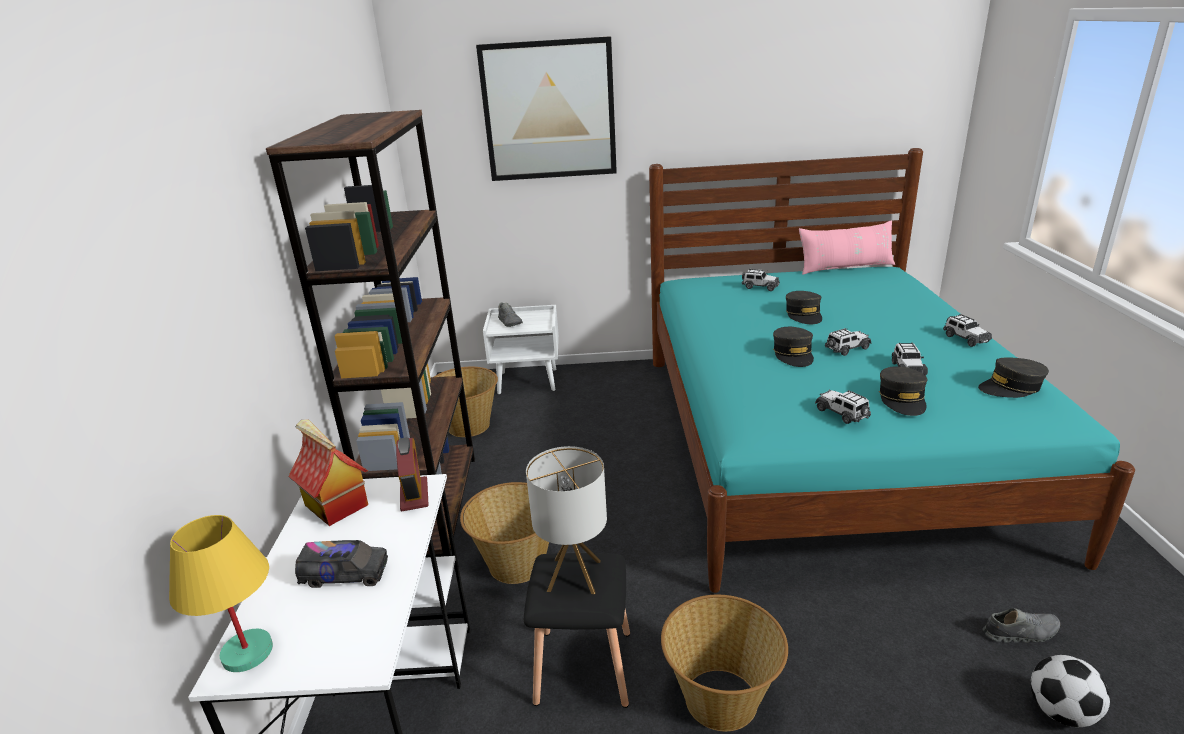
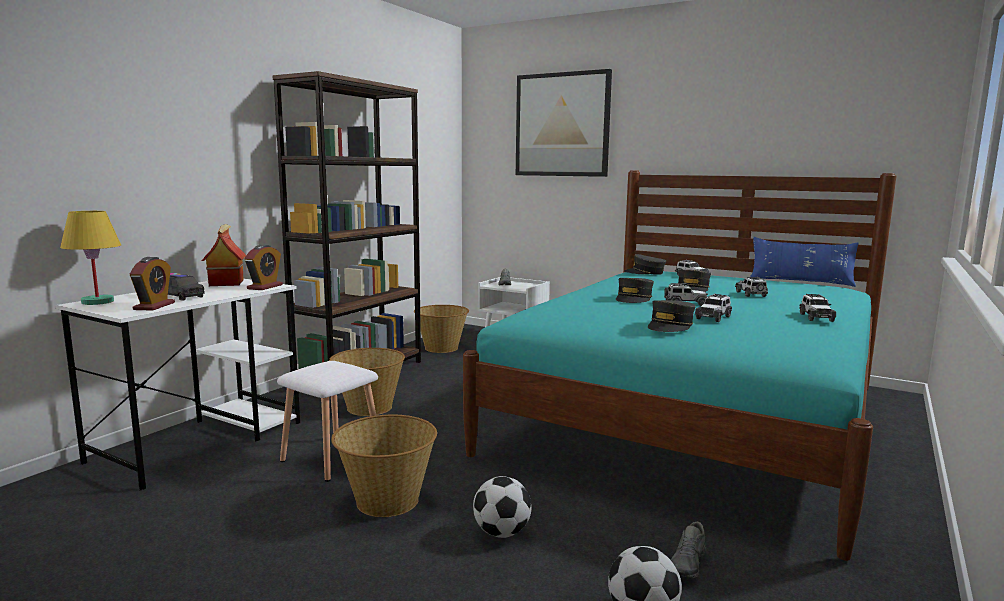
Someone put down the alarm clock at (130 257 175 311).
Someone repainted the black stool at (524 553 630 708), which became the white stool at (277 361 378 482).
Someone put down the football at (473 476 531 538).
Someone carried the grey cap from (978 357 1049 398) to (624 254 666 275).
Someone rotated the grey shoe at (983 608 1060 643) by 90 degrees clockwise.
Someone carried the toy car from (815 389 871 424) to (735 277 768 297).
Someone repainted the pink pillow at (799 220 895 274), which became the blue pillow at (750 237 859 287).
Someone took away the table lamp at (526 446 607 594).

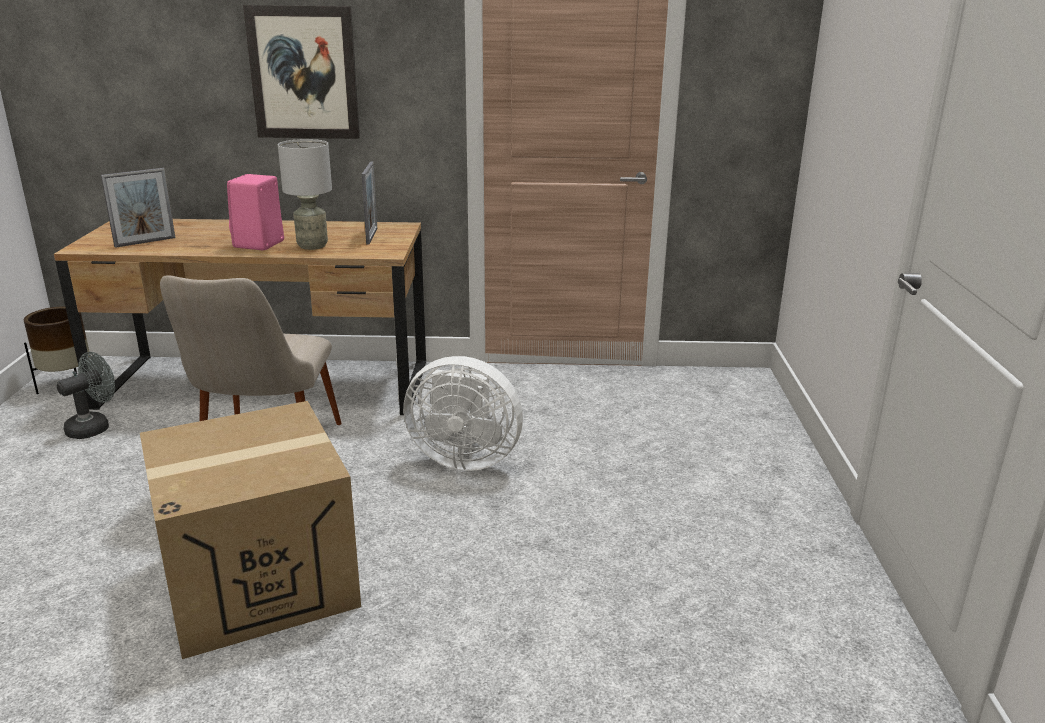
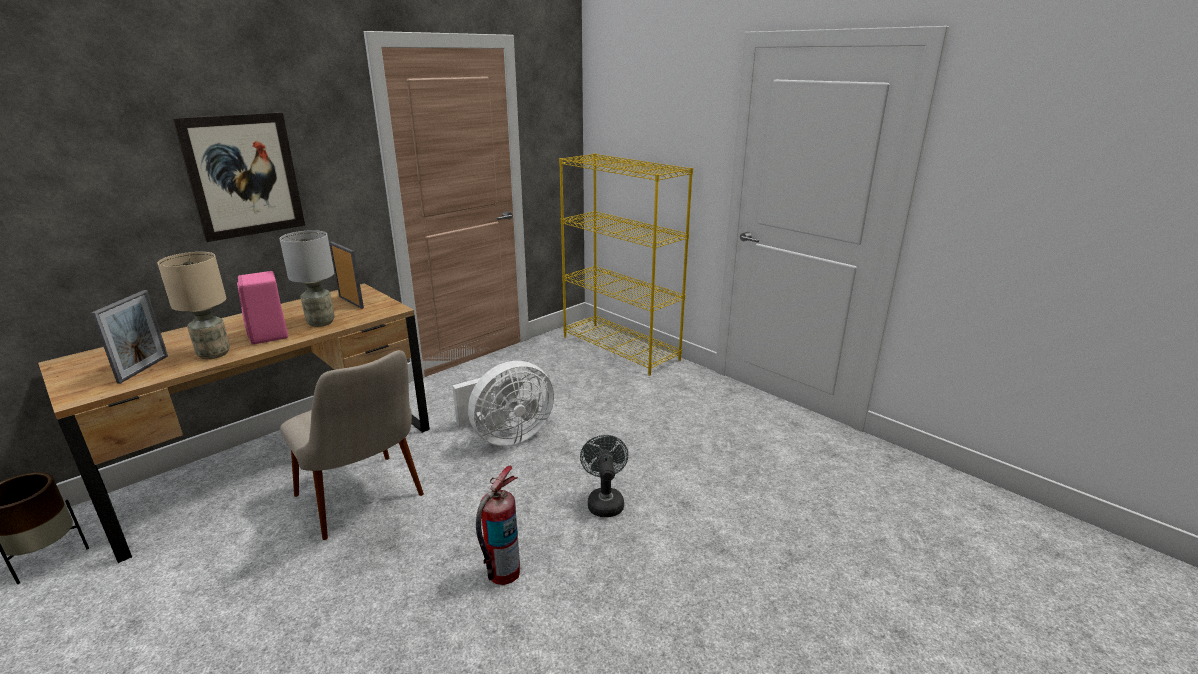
Someone put down the beige table lamp at (158 252 230 359).
Someone swapped the cardboard box at (140 401 361 659) for the fire extinguisher at (476 466 520 585).
Someone put down the yellow bookcase at (559 153 693 376).
Someone carried the grey fan from (57 352 115 439) to (580 435 628 517).

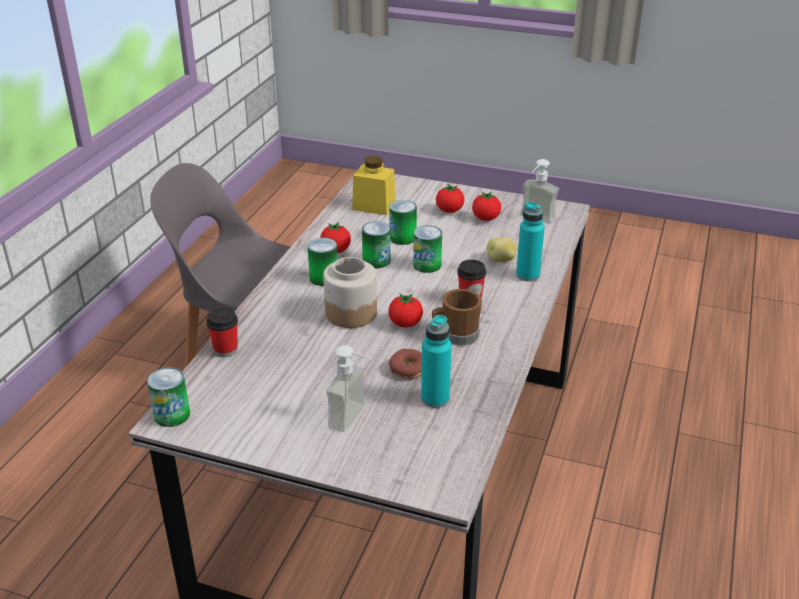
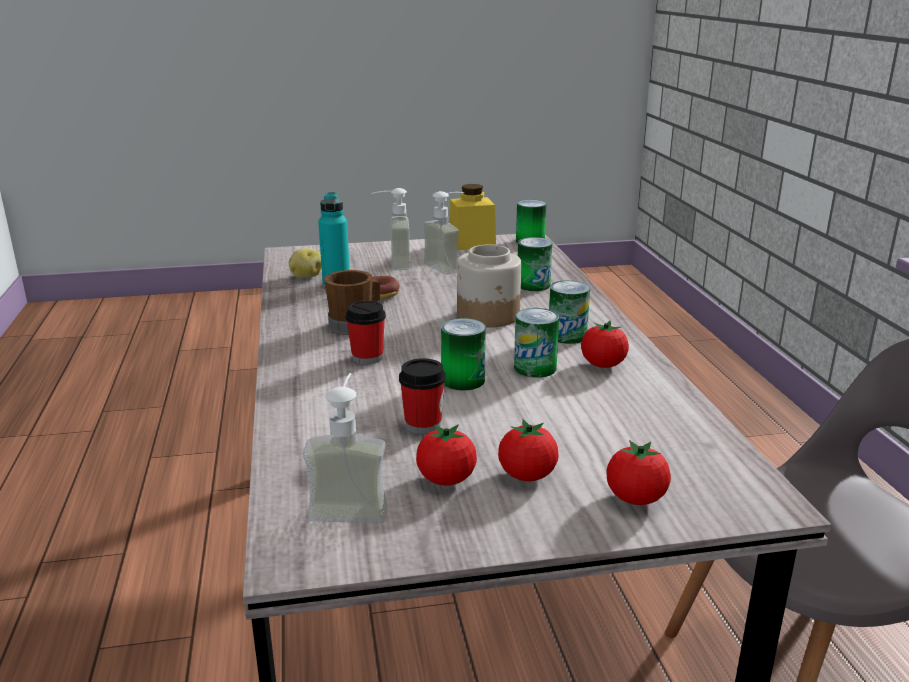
Someone carried the potato from (487 237 517 262) to (288 248 321 278).
Someone carried the cup from (206 307 238 357) to (399 358 446 434).
Someone put down the soap dispenser at (423 191 464 275).
Someone carried the yellow jar from (352 156 396 215) to (449 184 496 250).
Someone carried the can from (389 200 417 245) to (518 237 553 291).
Someone carried the tomato from (389 293 423 328) to (607 440 671 505).
Someone took away the turquoise bottle at (516 202 545 282).

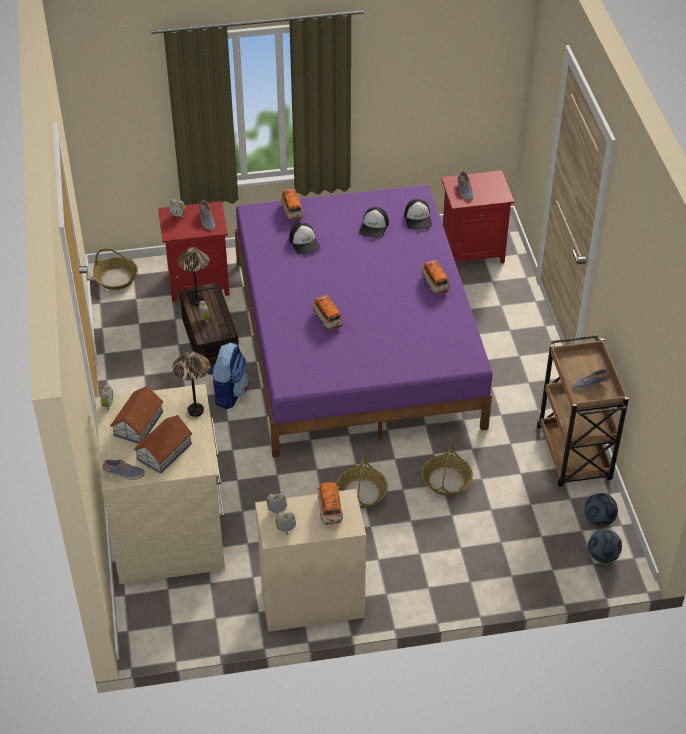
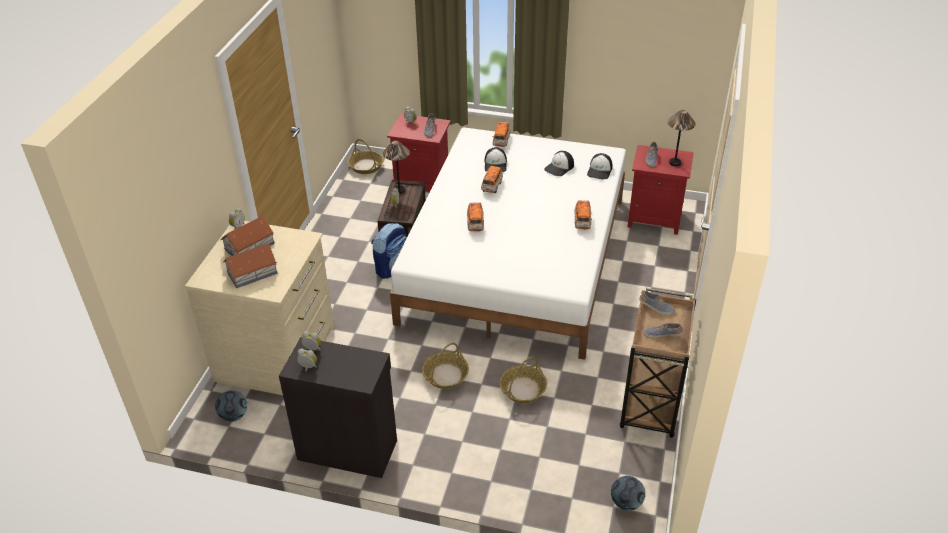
Someone carried the football from (584 493 618 526) to (215 391 247 422).
Someone repainted the beige cabinet at (255 489 366 632), which became the black cabinet at (279 337 397 478).
Someone repainted the purple bed at (235 185 492 458), which became the white bed at (390 127 626 360).
Someone carried the toy car from (317 482 343 525) to (481 166 503 193).
Someone carried the shoe from (102 459 145 480) to (639 291 675 315).
Someone carried the table lamp from (172 351 210 417) to (667 110 696 166).

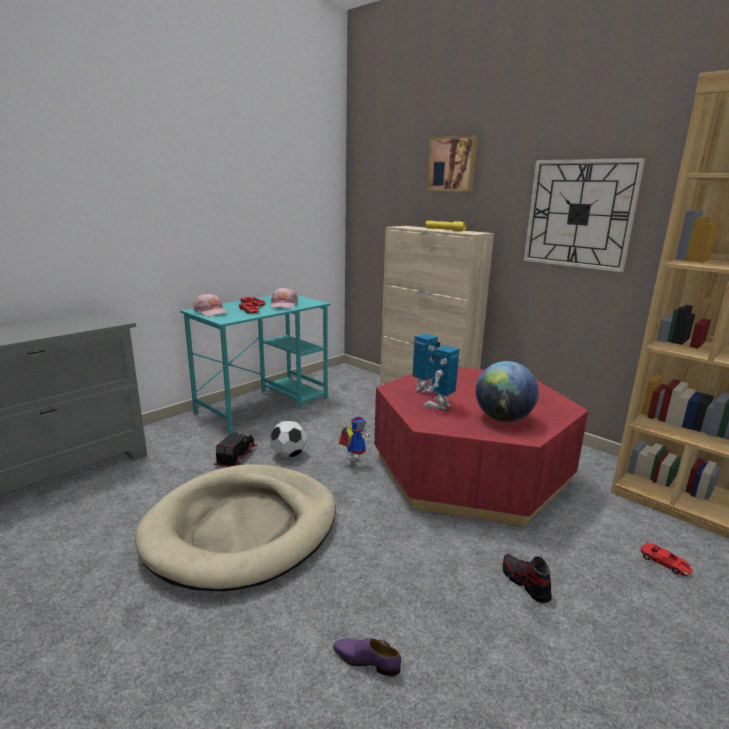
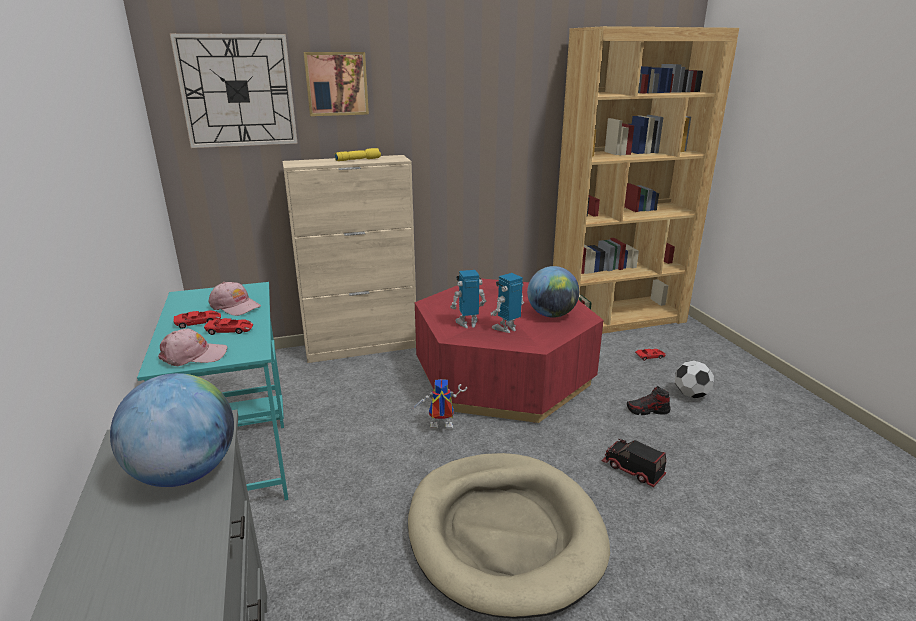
Someone put down the globe at (110 373 234 487).
Someone carried the wall clock from (524 158 645 272) to (170 33 298 148).
Someone rotated the toy robot at (424 345 460 409) by 75 degrees clockwise.
Someone carried the toy truck from (214 432 257 467) to (601 439 667 487).
Someone carried the football from (270 421 307 457) to (675 361 714 398).
Someone took away the purple shoe at (333 638 401 676).

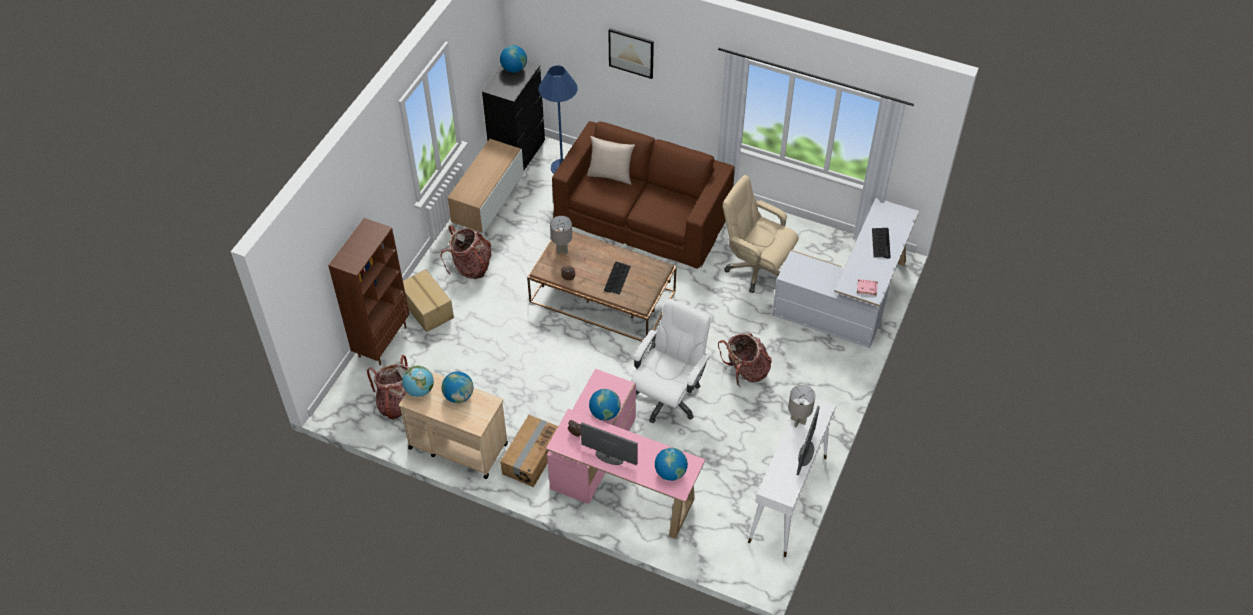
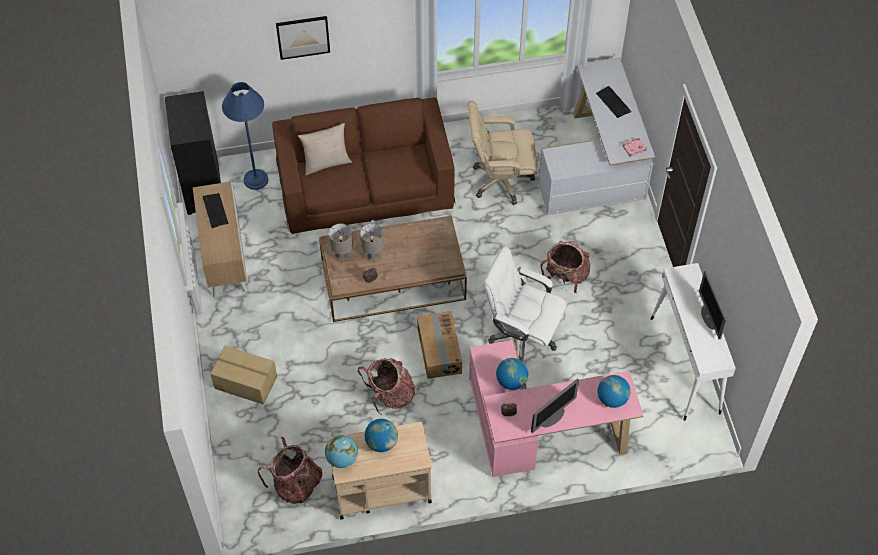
Someone carried the keyboard from (604 262 631 295) to (203 193 228 228).
Someone carried the backpack from (440 225 492 279) to (358 358 415 415).
Someone carried the grey table lamp from (788 385 816 427) to (360 224 384 263).
Someone carried the cardboard box from (500 415 558 487) to (417 311 462 379).
Someone rotated the white office chair at (631 299 710 423) by 60 degrees counterclockwise.
Someone rotated the monitor at (581 422 638 465) by 150 degrees clockwise.
Someone took away the brown bookcase at (328 218 409 365).
Someone took away the globe at (500 45 527 73).

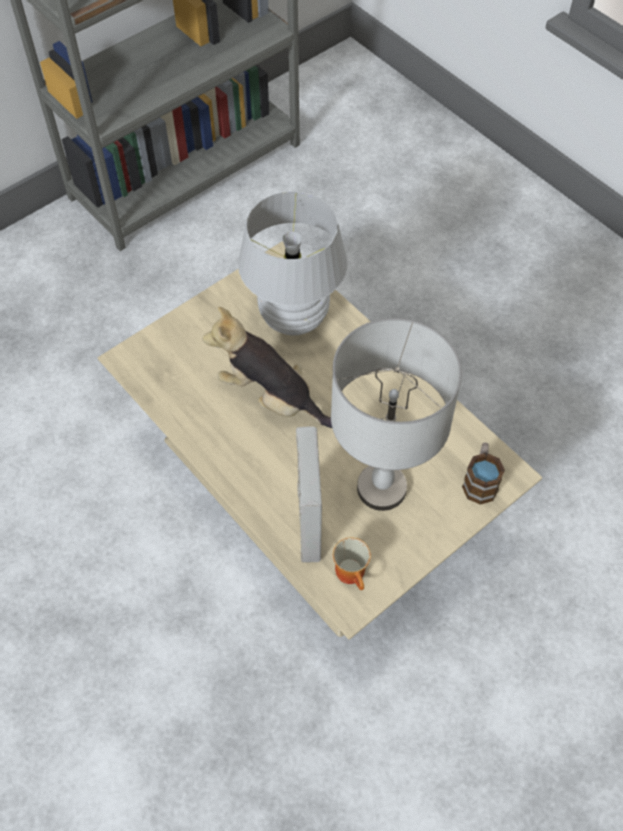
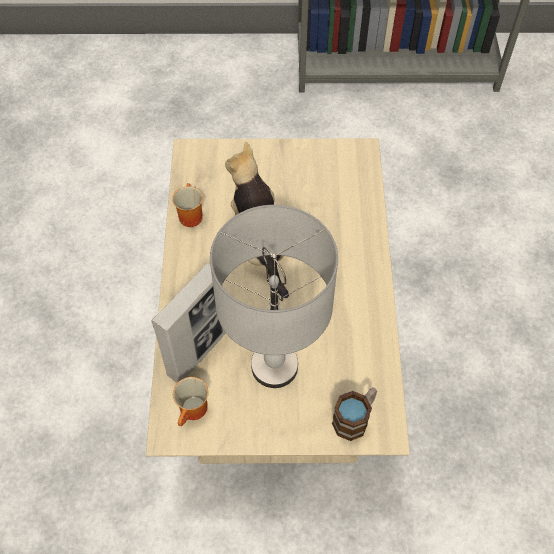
Someone put down the mug at (172 183 203 227).
Someone took away the white table lamp at (238 191 348 336).

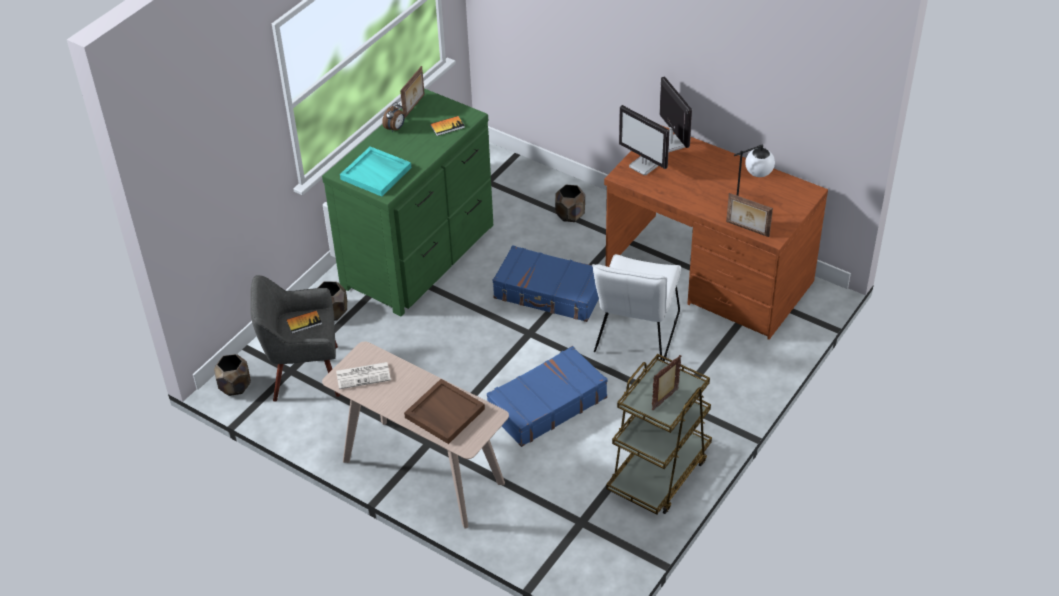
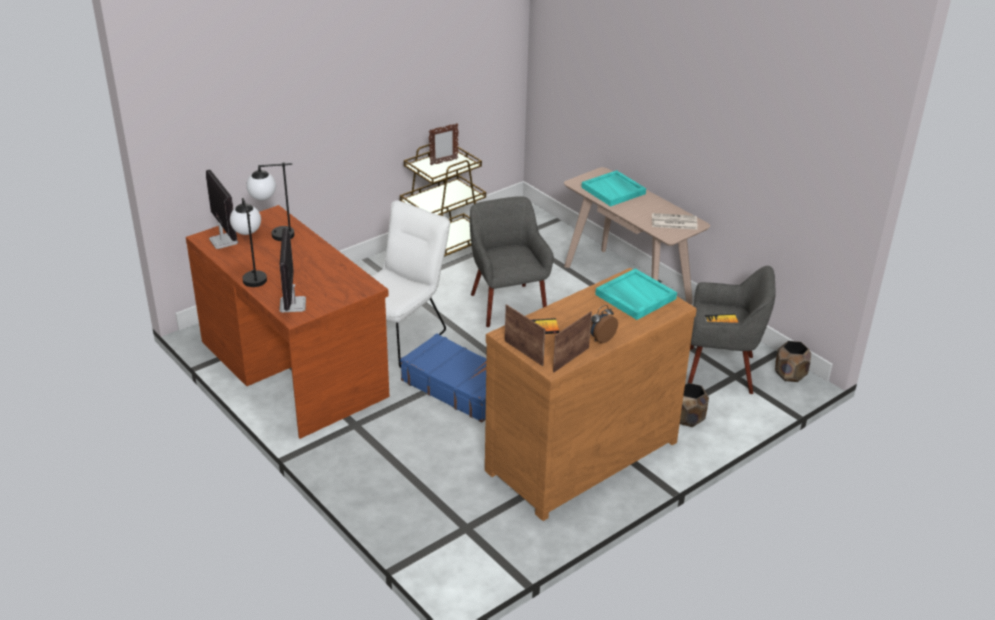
Someone carried the monitor from (619 105 670 175) to (206 169 238 249).
Someone put down the table lamp at (230 198 267 287).
Someone swapped the blue suitcase at (487 346 608 447) for the grey armchair at (470 196 554 327).
Someone repainted the green dresser at (322 89 493 316), which became the brown dresser at (485 268 697 521).
Someone carried the picture frame from (726 193 773 237) to (505 304 545 366).
Someone repainted the brown tray at (404 379 485 444), which became the turquoise tray at (581 170 646 207).
Someone took away the brown planter at (555 184 585 222).

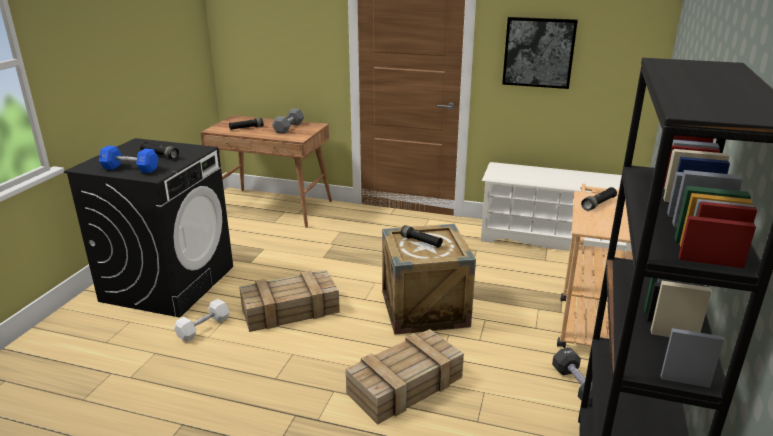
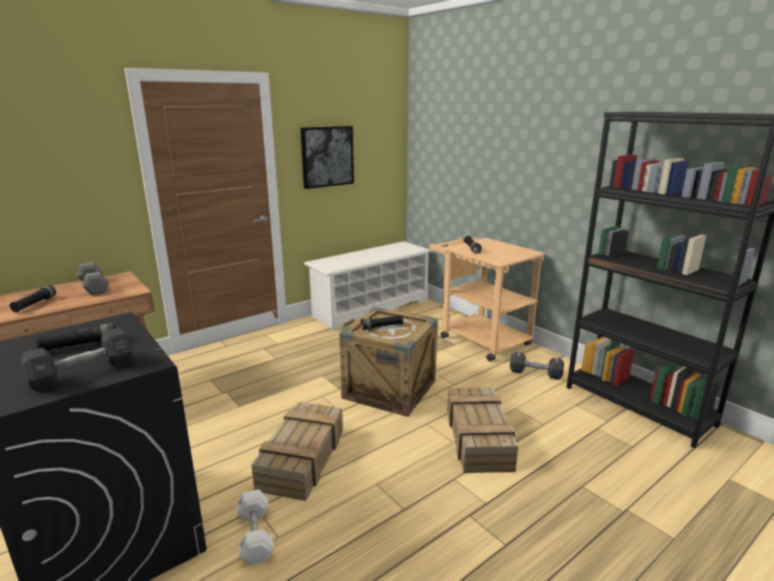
Someone repainted the blue dumbbell at (99 146 158 173), which became the black dumbbell at (21 328 133 392).

